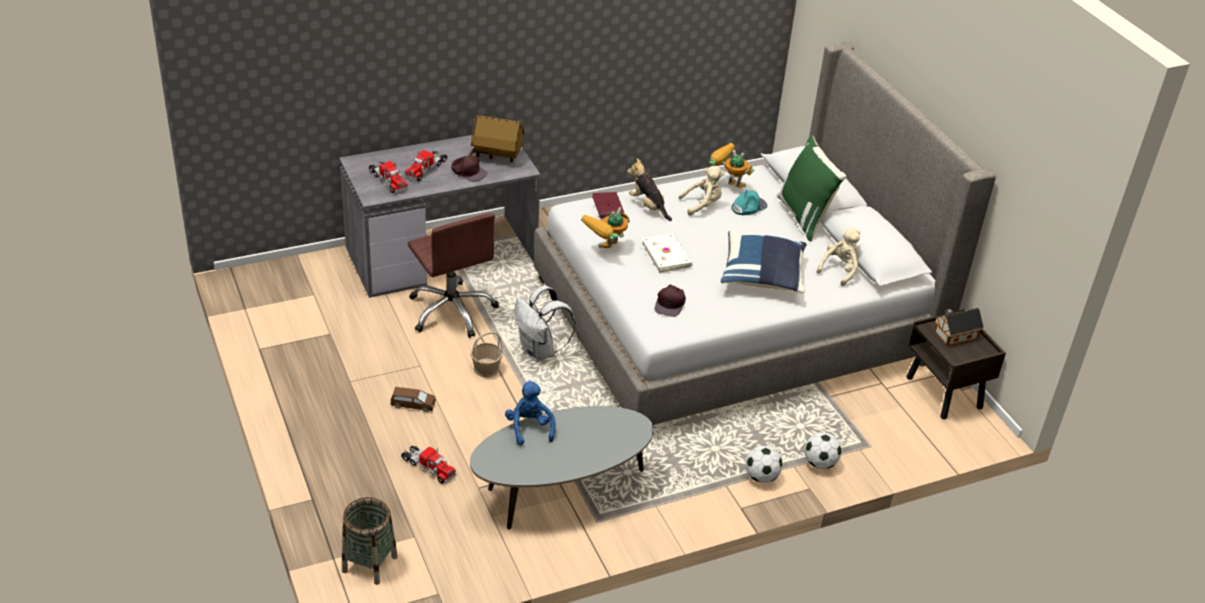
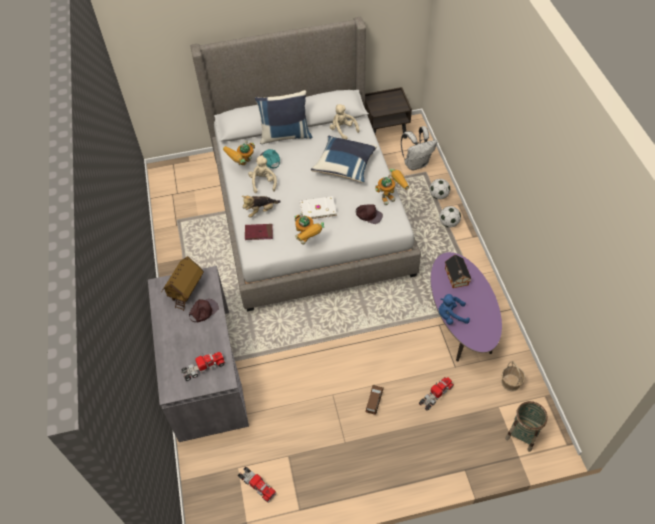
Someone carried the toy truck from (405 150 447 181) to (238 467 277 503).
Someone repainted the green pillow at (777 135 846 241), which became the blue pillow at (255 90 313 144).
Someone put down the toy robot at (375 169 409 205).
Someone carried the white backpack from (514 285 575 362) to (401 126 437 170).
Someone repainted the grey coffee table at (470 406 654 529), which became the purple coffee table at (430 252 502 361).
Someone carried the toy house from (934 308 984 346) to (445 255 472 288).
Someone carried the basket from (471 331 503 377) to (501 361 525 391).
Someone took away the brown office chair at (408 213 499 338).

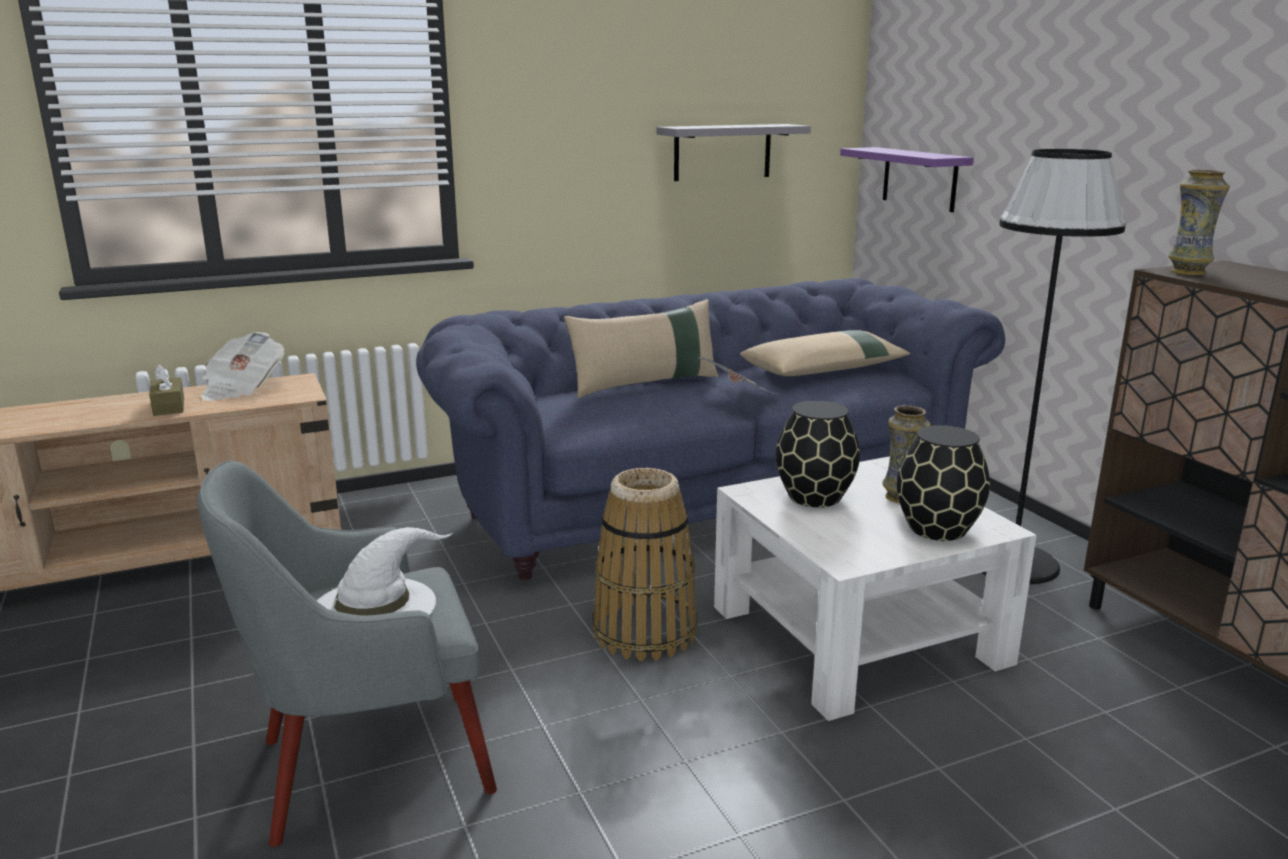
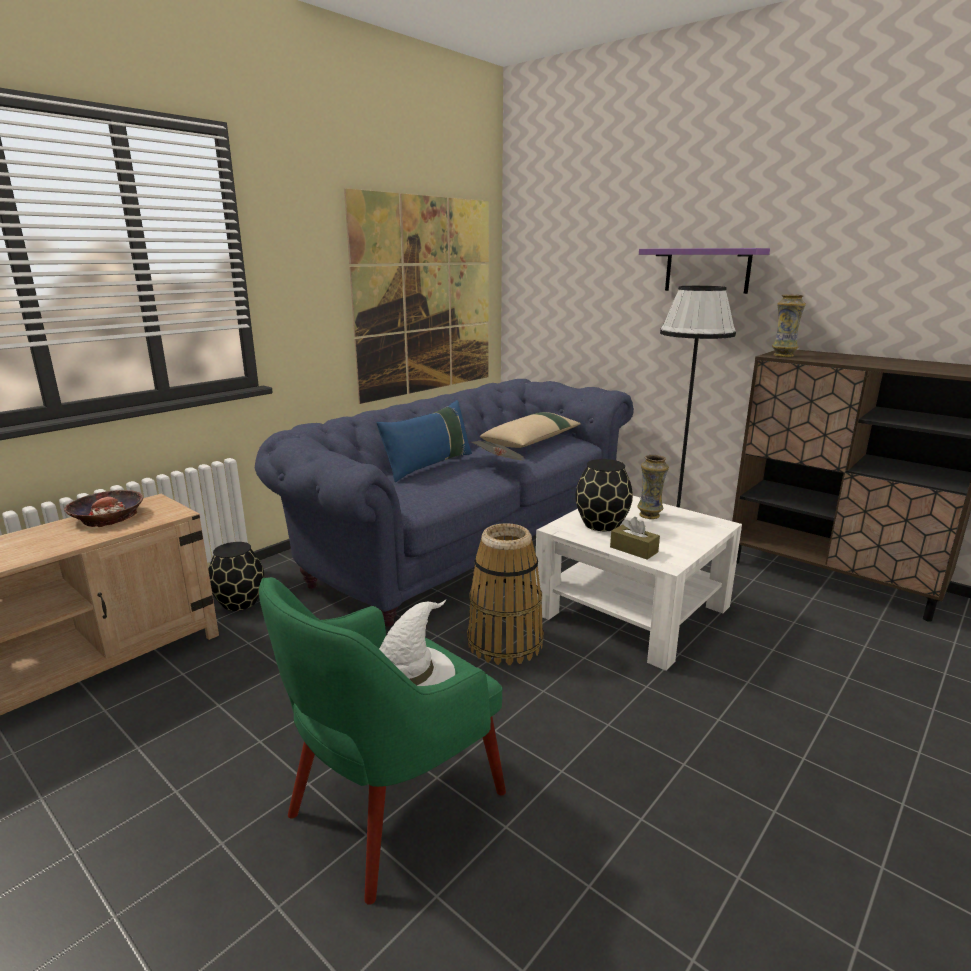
Someone swapped the newspaper at (201 332 284 401) for the bowl at (64 490 143 527).
Someone carried the black vase from (897 425 990 541) to (208 542 264 611).
Someone repainted the grey armchair at (197 461 497 847), which became the green armchair at (259 577 506 905).
Someone swapped the grey shelf at (657 124 811 181) for the picture at (344 188 489 404).
Someone repainted the beige pillow at (564 299 719 398), which became the blue pillow at (376 400 472 482).
Someone carried the brown tissue box from (149 365 184 416) to (610 517 660 559).
Someone carried the purple shelf from (840 147 974 212) to (639 248 770 294).

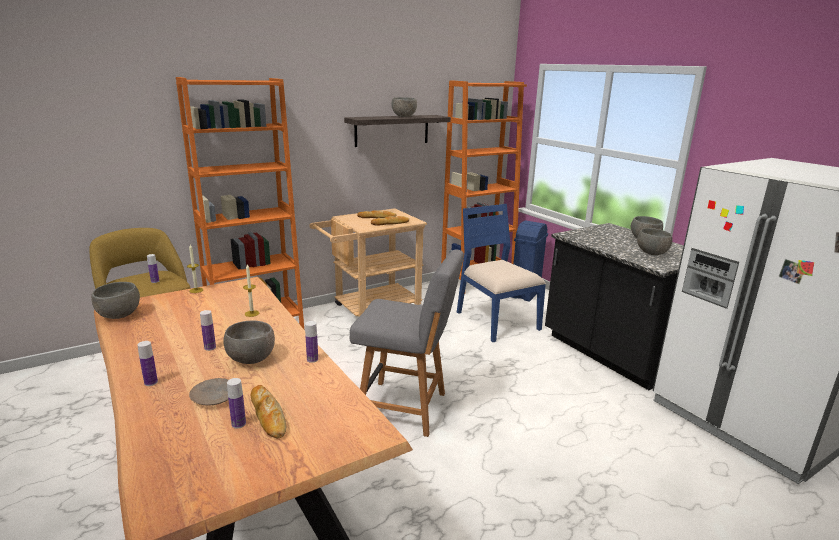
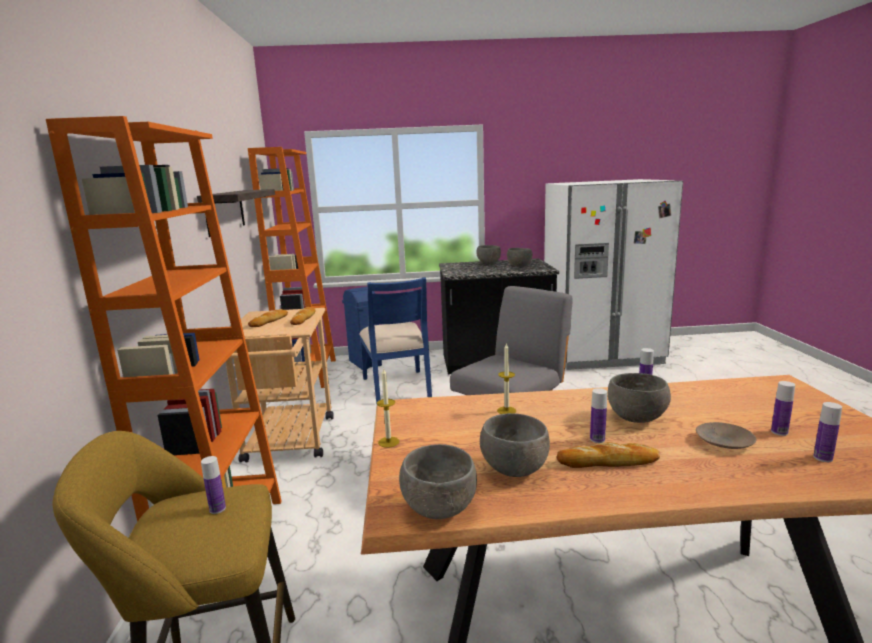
Someone rotated the blue chair at (457 204 546 342) by 105 degrees counterclockwise.
Someone carried the grey bowl from (392 97 417 117) to (480 413 550 477).
Someone carried the bread from (251 385 286 439) to (557 442 660 468).
Someone carried the bottle from (137 341 158 386) to (813 402 842 462).

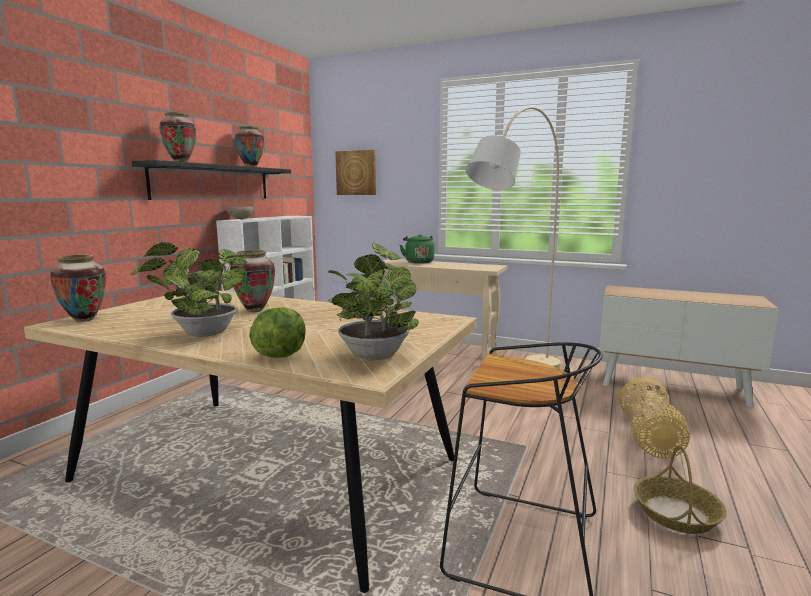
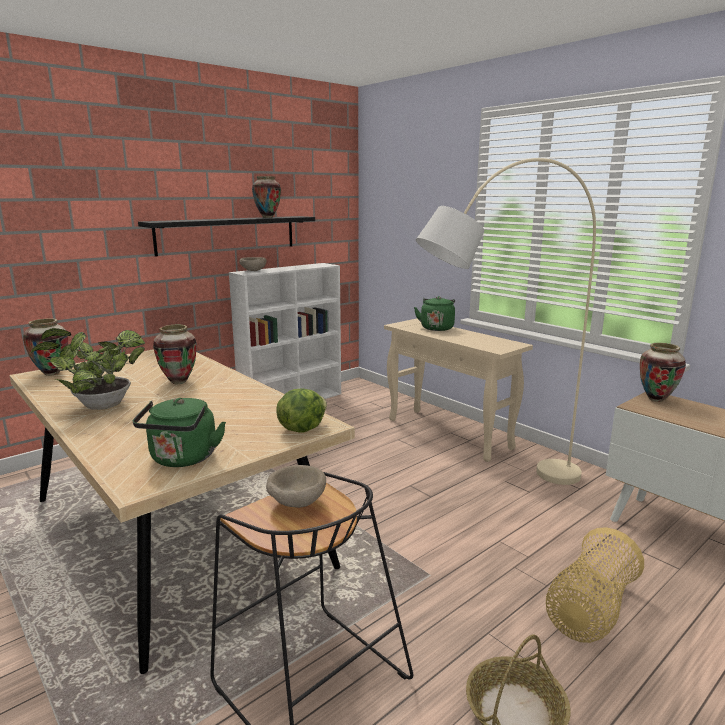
Someone swapped the potted plant at (328 242 418 361) for the green kettle at (133 398 226 467).
Someone put down the beige bowl at (266 465 326 508).
Someone carried the lettuce from (249 307 306 358) to (276 389 327 433).
Someone carried the vase from (159 112 196 162) to (640 343 686 402).
Someone took away the picture at (335 150 376 195).

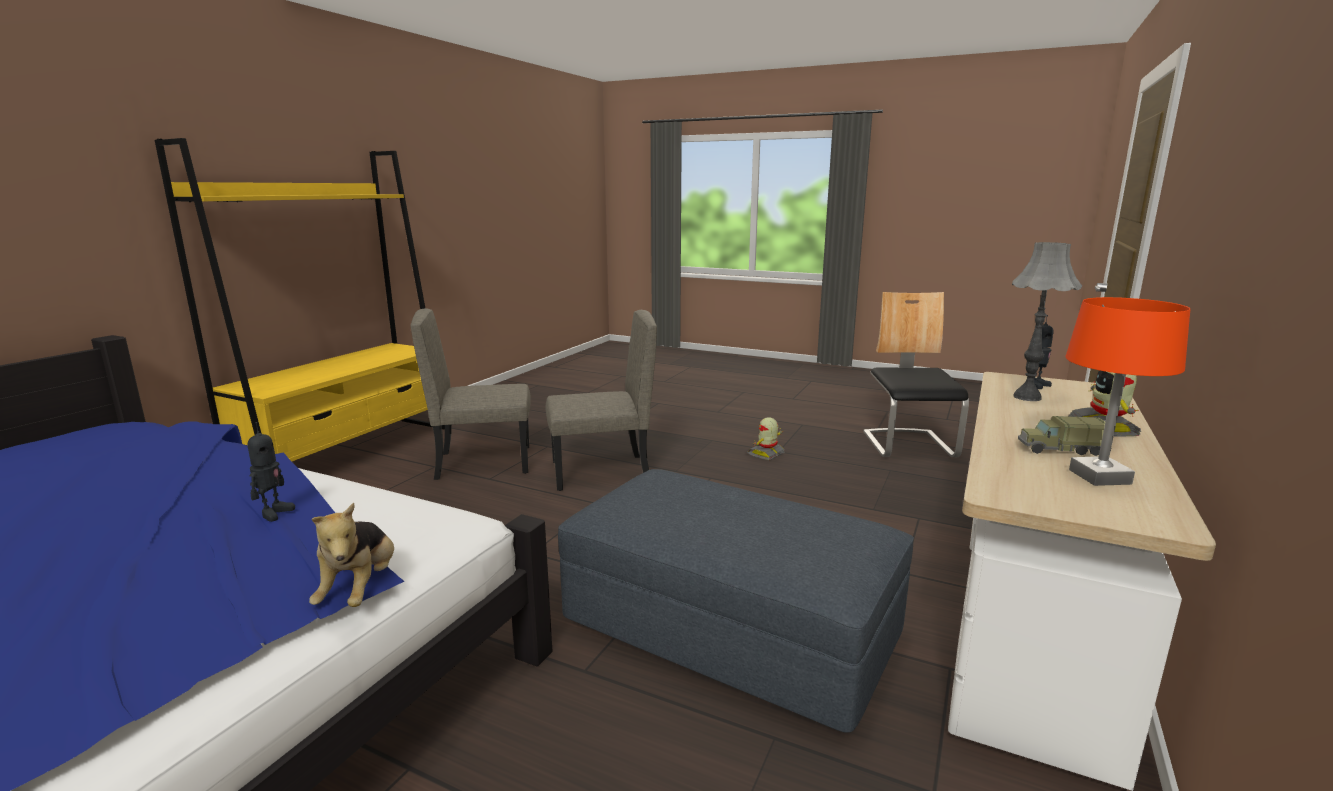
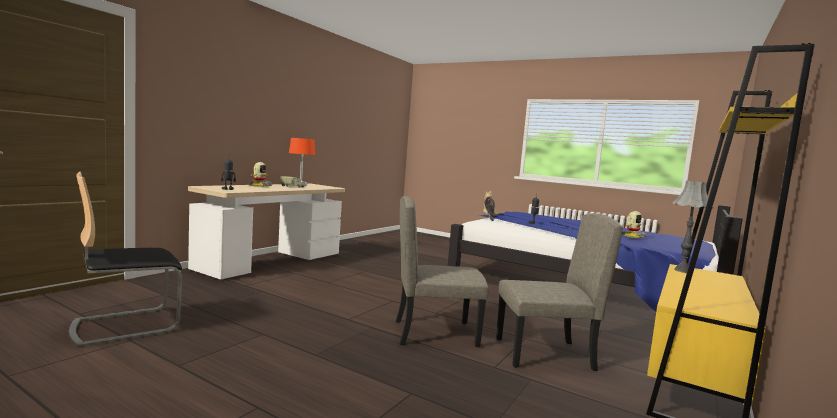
Someone rotated the chair at (863 292 969 457) by 45 degrees clockwise.
Someone carried the toy robot from (747 417 785 460) to (622 211 647 238).
Someone carried the grey table lamp from (1012 242 1082 401) to (673 181 713 273).
Someone took away the grey ottoman at (558 469 914 733).

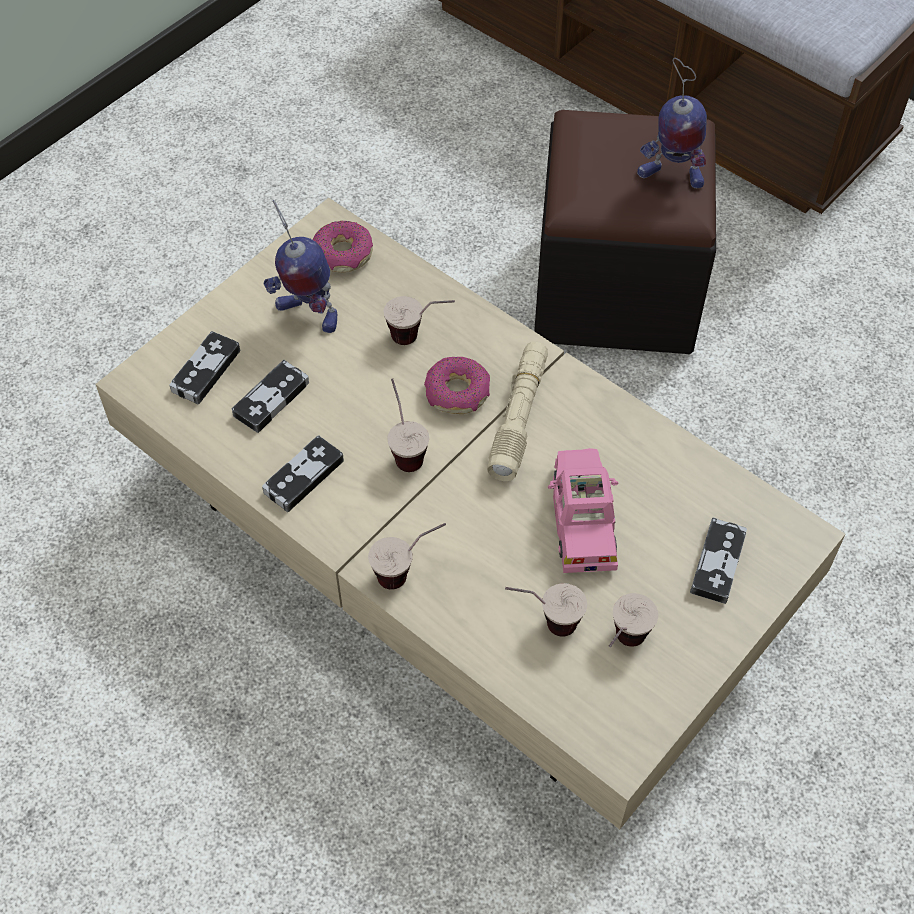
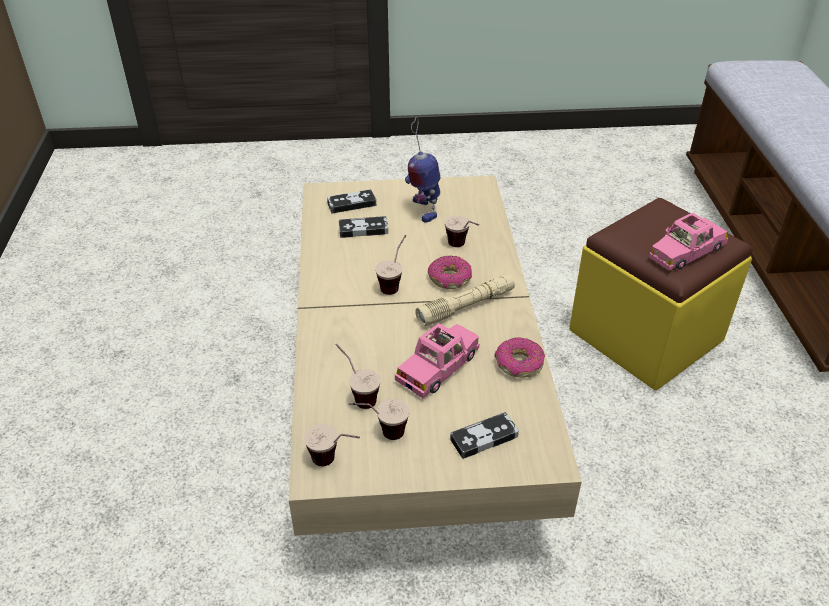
Someone carried the cup from (368 523 446 590) to (304 424 360 466).
Someone carried the donut from (313 221 373 273) to (495 337 545 378).
Someone repainted the black ottoman at (534 110 716 354), which became the yellow ottoman at (569 198 752 390).
Someone swapped the toy robot at (637 58 707 188) for the pink toy car at (649 213 728 271).
Someone took away the game controller at (262 435 344 512).

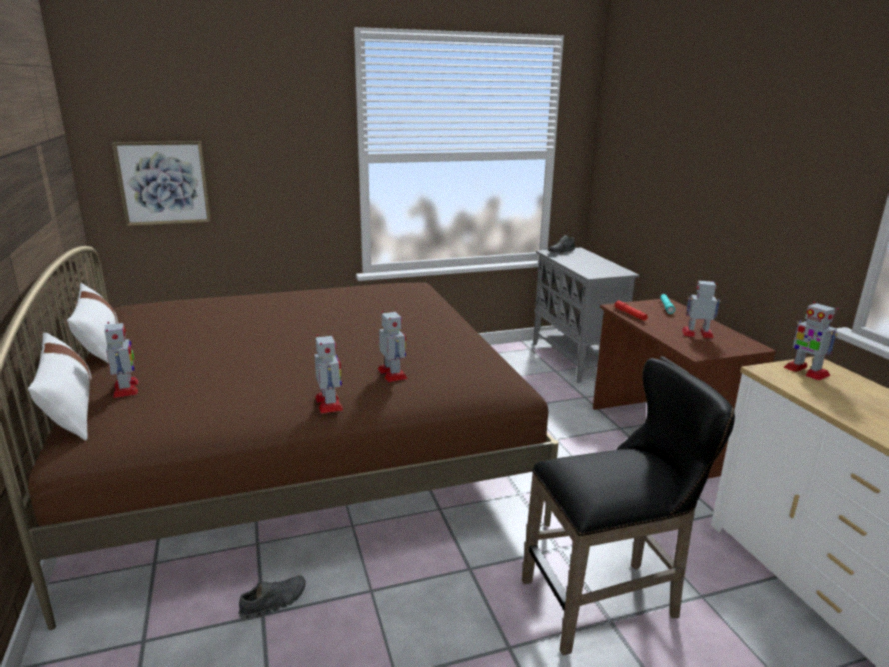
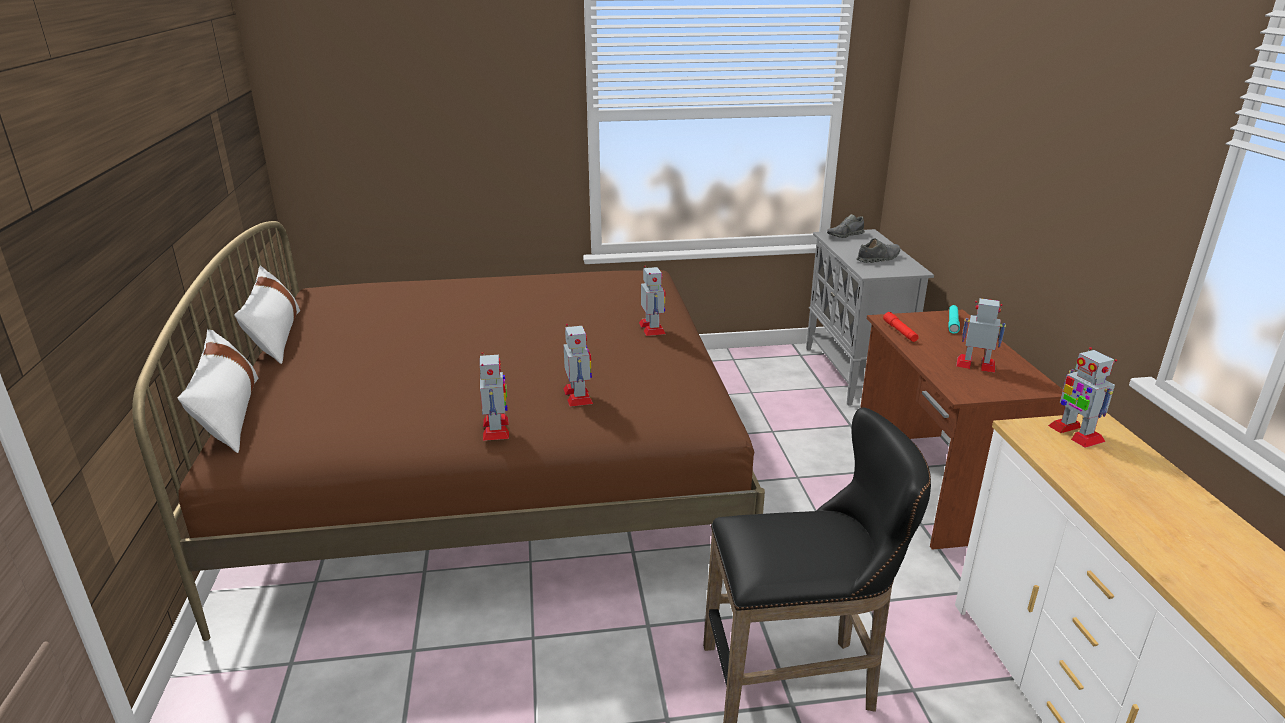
Someone carried the toy robot from (105 322 138 398) to (639 265 666 336).
Someone carried the grey shoe from (238 575 305 620) to (856 238 900 263).
Someone took away the picture at (112 141 211 226).

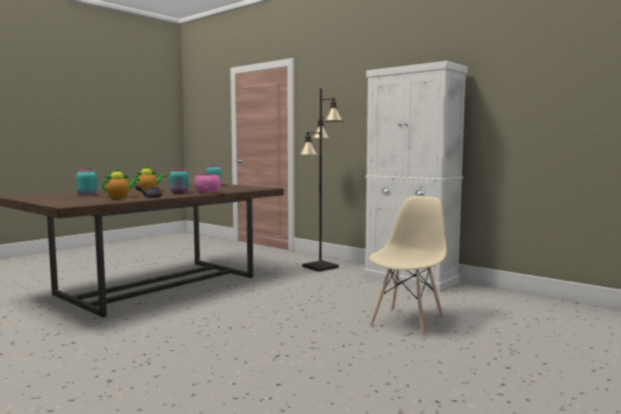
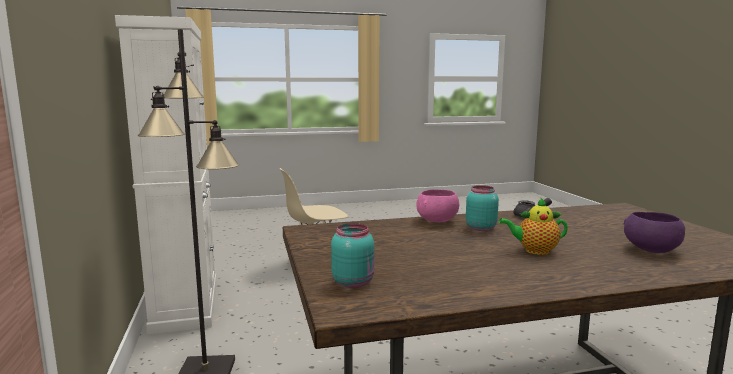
Someone swapped the turquoise jar at (76 169 98 195) for the purple bowl at (624 212 685 253).
Someone took away the teapot at (101 167 140 198).

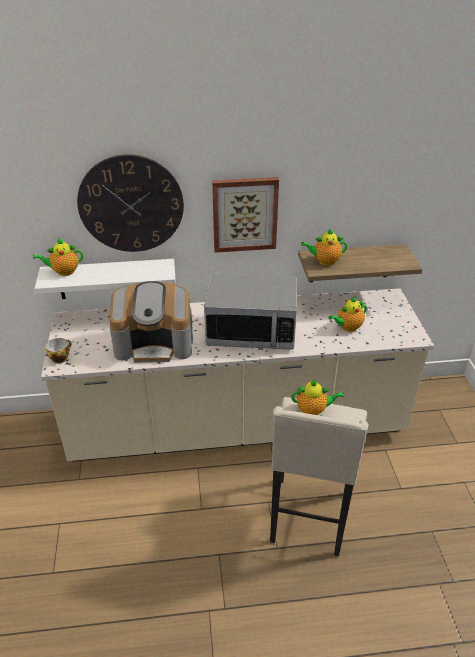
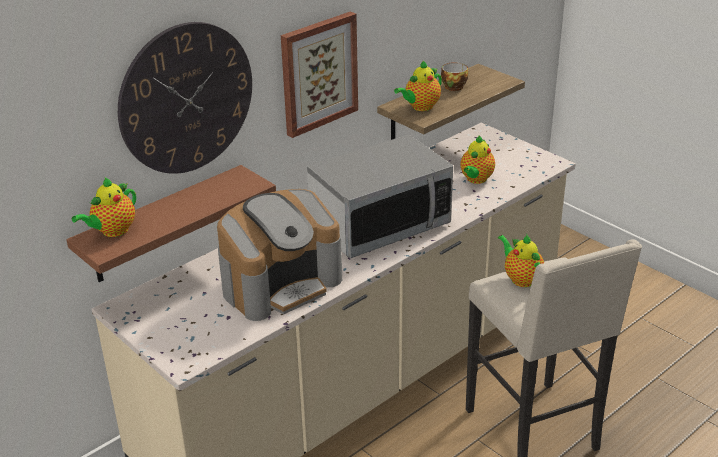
Someone repainted the white shelf at (35 259 176 299), which became the brown shelf at (66 165 276 282).
Someone carried the cup from (46 338 72 363) to (441 62 468 91).
Someone rotated the teapot at (291 380 344 415) by 90 degrees counterclockwise.

